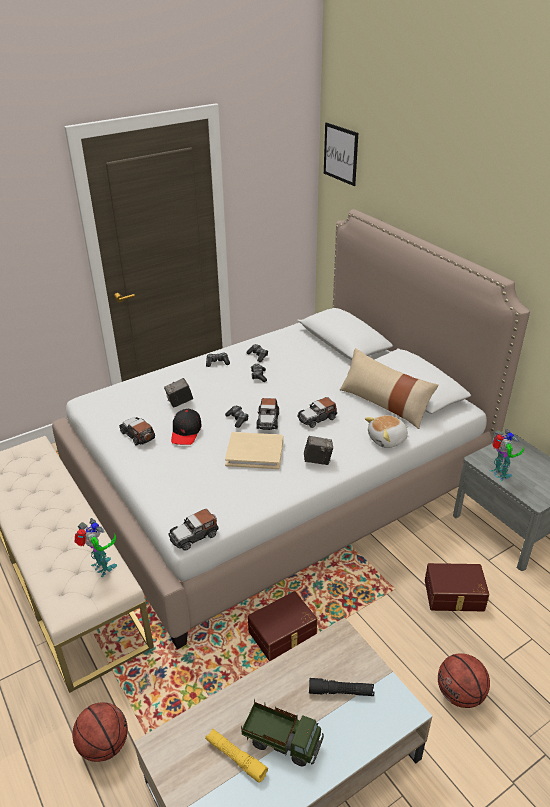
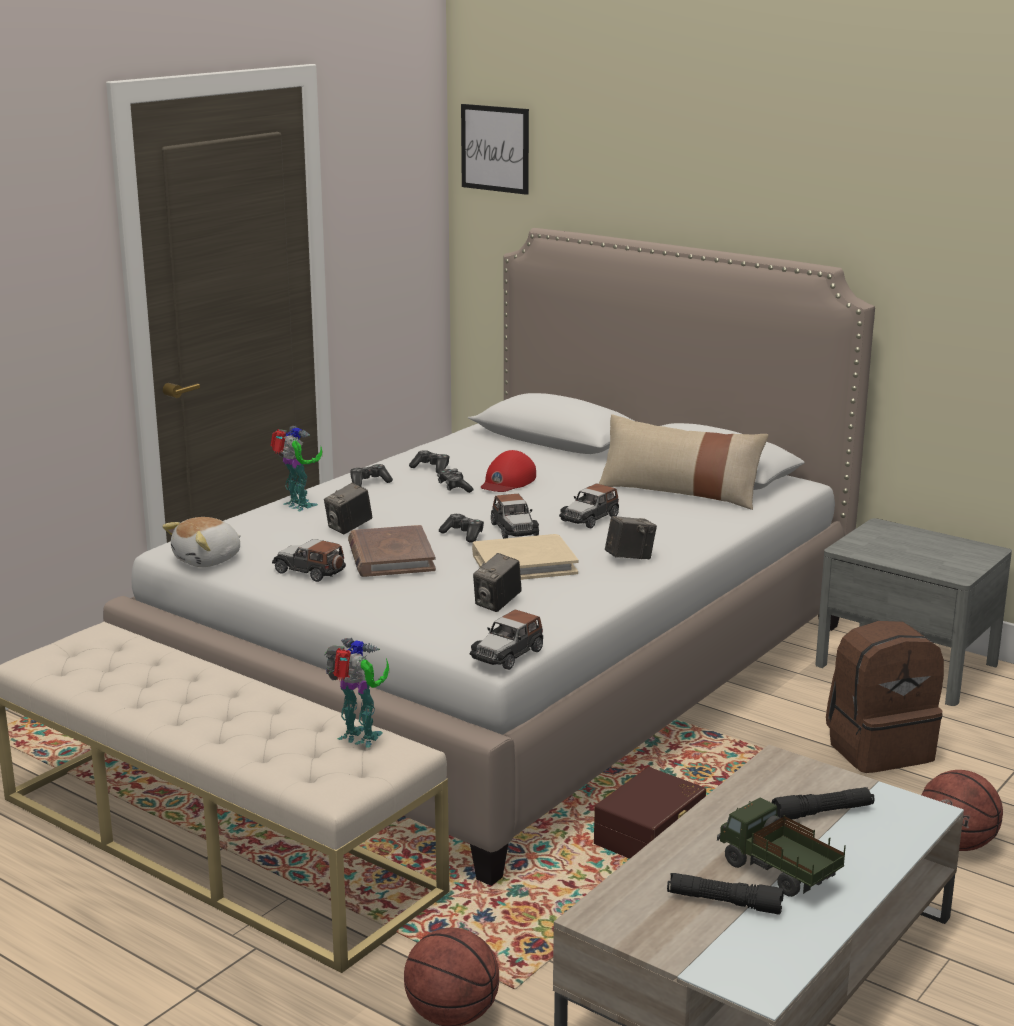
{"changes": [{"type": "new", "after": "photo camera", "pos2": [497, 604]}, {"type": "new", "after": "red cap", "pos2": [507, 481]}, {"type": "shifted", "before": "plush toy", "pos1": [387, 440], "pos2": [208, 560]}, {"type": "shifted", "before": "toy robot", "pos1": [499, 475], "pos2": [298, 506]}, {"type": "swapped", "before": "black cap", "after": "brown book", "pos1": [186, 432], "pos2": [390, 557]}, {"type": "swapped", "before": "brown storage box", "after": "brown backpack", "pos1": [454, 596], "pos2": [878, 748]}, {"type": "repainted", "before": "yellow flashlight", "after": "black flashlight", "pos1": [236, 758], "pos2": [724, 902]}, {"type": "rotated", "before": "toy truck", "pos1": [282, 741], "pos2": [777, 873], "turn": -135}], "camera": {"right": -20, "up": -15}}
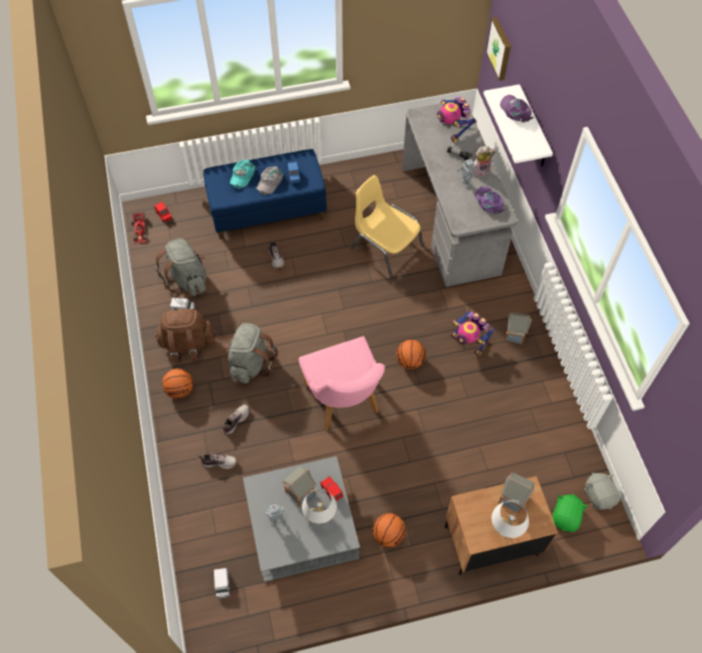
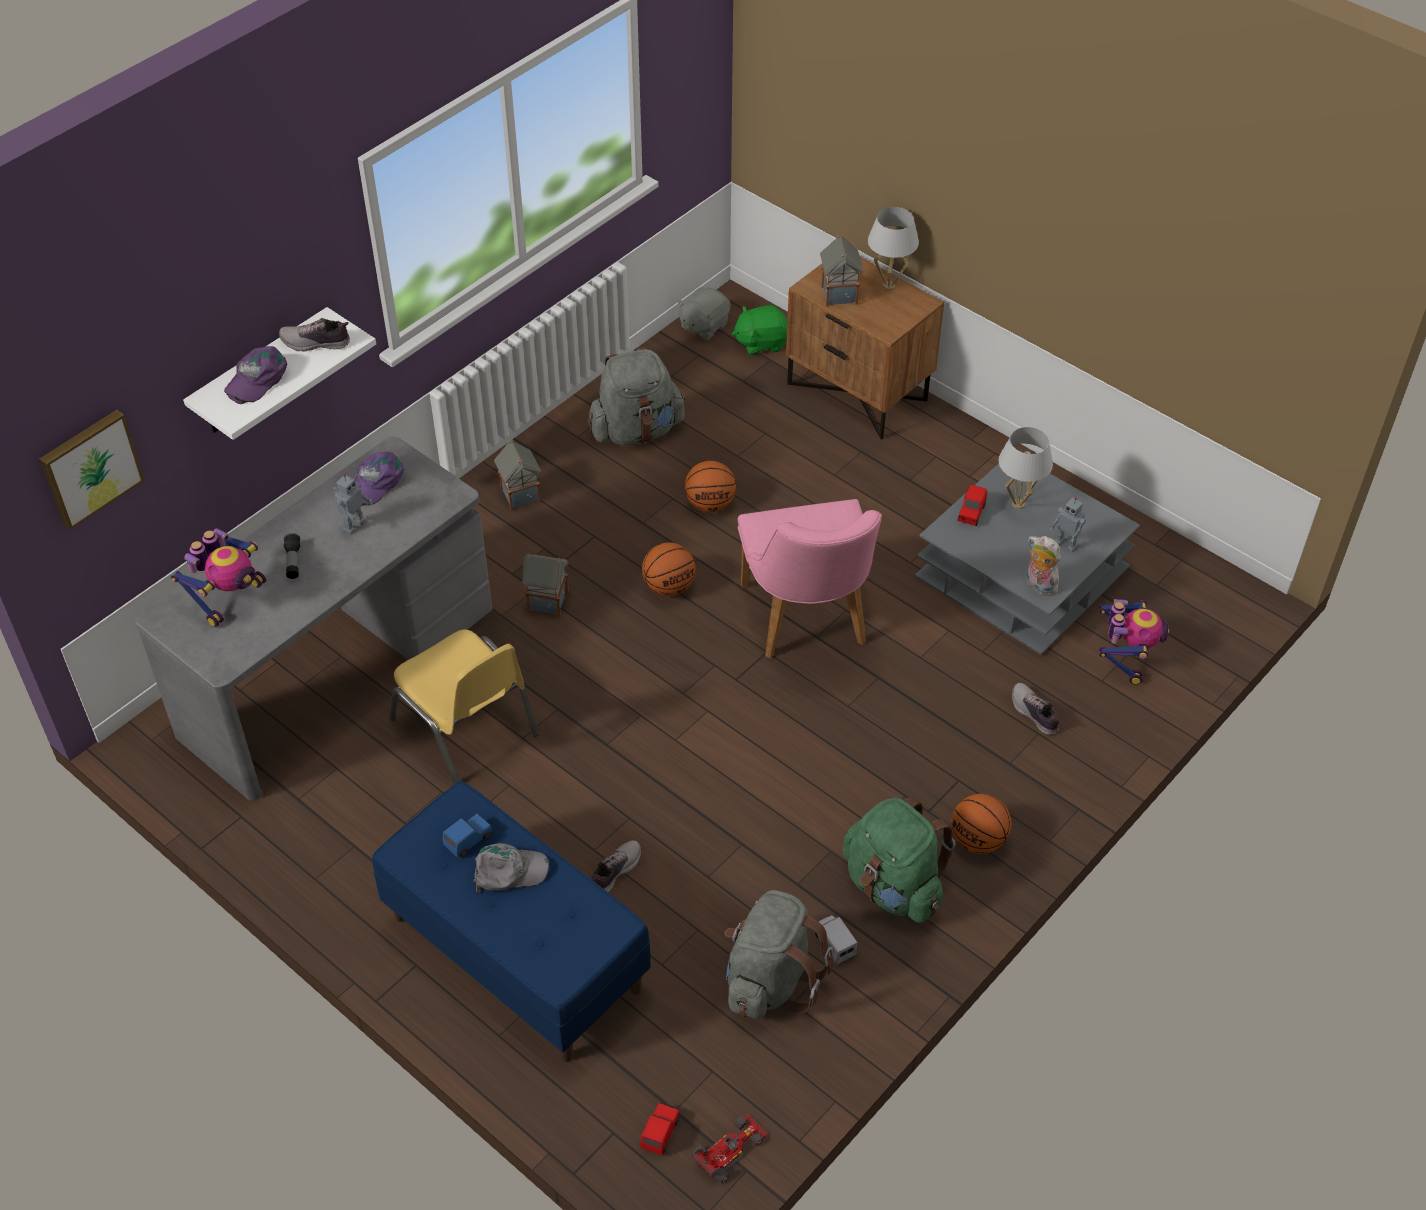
{"changes": [{"type": "gone", "before": "toy truck", "pos1": [222, 585]}, {"type": "gone", "before": "turquoise cap", "pos1": [242, 175]}, {"type": "shifted", "before": "shoe", "pos1": [235, 420], "pos2": [316, 343]}, {"type": "shifted", "before": "grey backpack", "pos1": [250, 364], "pos2": [637, 431]}, {"type": "shifted", "before": "toy house", "pos1": [300, 492], "pos2": [547, 601]}, {"type": "shifted", "before": "basketball", "pos1": [388, 535], "pos2": [710, 504]}, {"type": "shifted", "before": "toy robot", "pos1": [469, 341], "pos2": [1124, 658]}, {"type": "shifted", "before": "plush toy", "pos1": [480, 171], "pos2": [1038, 585]}, {"type": "repainted", "before": "brown backpack", "after": "green backpack", "pos1": [187, 344], "pos2": [893, 887]}, {"type": "rotated", "before": "pink chair", "pos1": [344, 404], "pos2": [807, 623], "turn": 135}, {"type": "rotated", "before": "yellow chair", "pos1": [385, 247], "pos2": [466, 728], "turn": -45}], "camera": {"right": -125, "up": -10}}
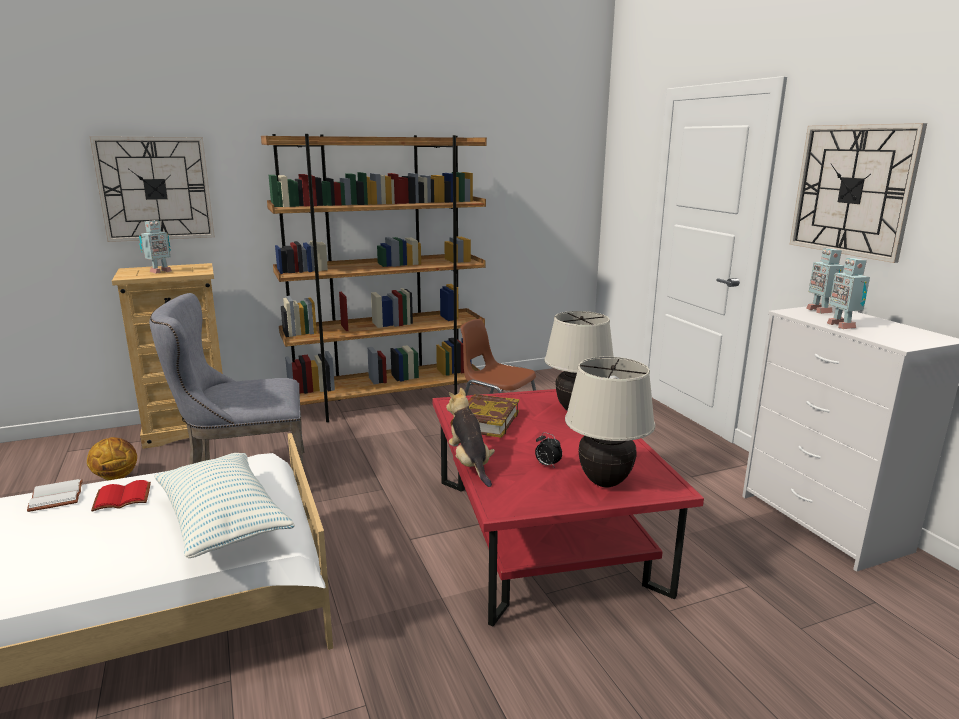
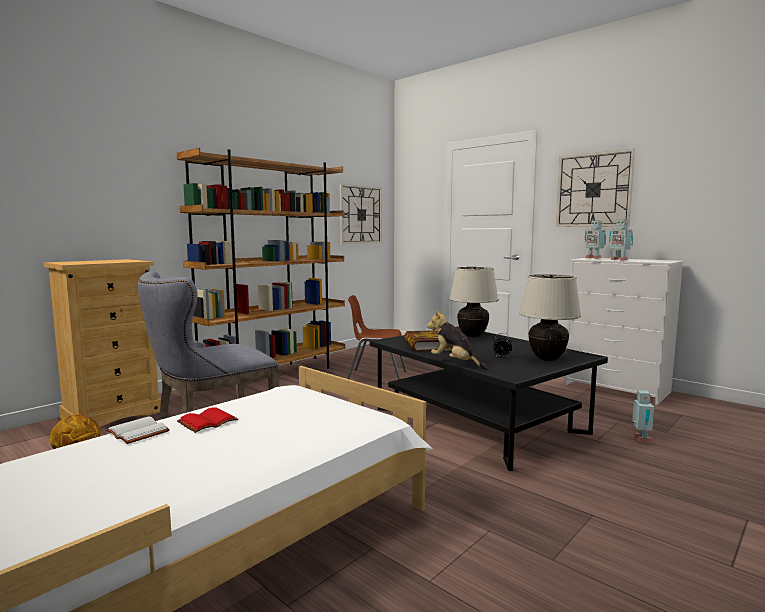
{"changes": [{"type": "gone", "before": "pillow", "pos1": [222, 521]}, {"type": "shifted", "before": "wall clock", "pos1": [155, 189], "pos2": [360, 215]}, {"type": "shifted", "before": "toy robot", "pos1": [159, 272], "pos2": [640, 440]}, {"type": "repainted", "before": "red coffee table", "after": "black coffee table", "pos1": [542, 532], "pos2": [478, 421]}], "camera": {"right": -25, "up": -10}}
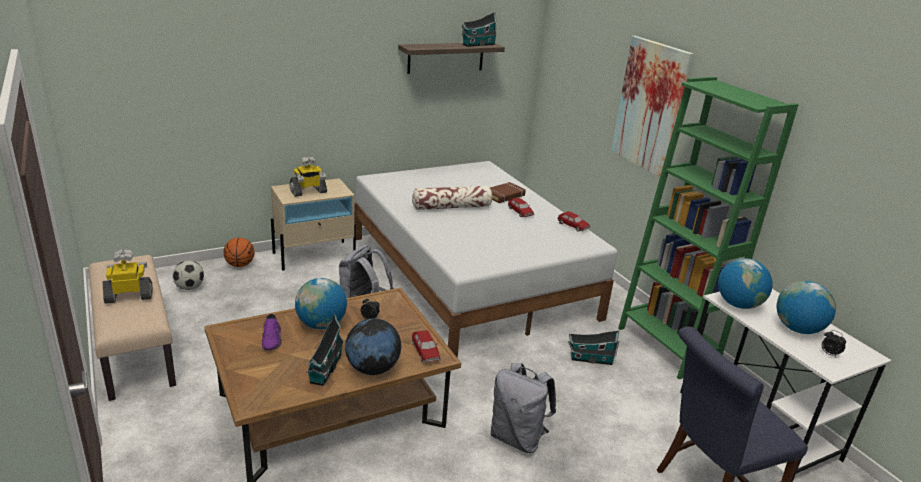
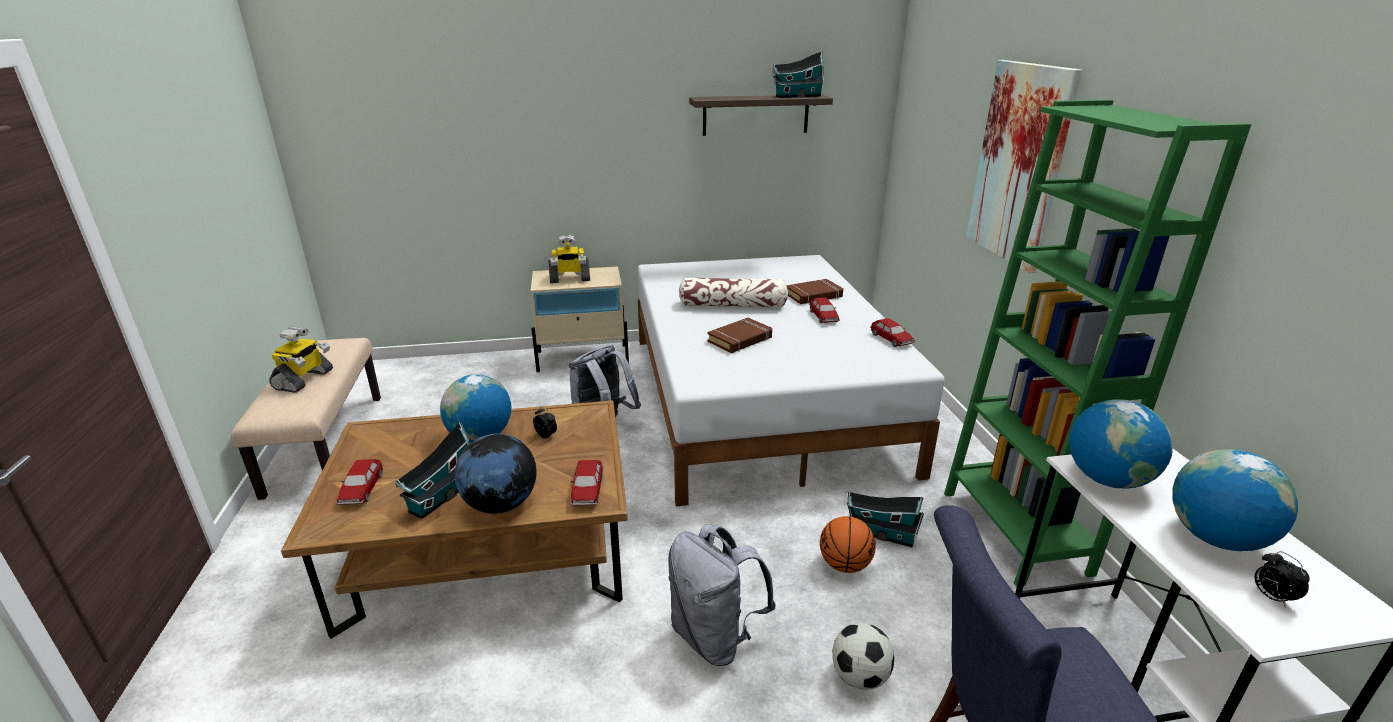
{"changes": [{"type": "gone", "before": "purple shoe", "pos1": [272, 339]}, {"type": "new", "after": "toy car", "pos2": [361, 489]}, {"type": "new", "after": "brown book", "pos2": [740, 340]}, {"type": "shifted", "before": "football", "pos1": [190, 287], "pos2": [859, 676]}, {"type": "shifted", "before": "basketball", "pos1": [240, 265], "pos2": [844, 565]}, {"type": "rotated", "before": "toy robot", "pos1": [129, 296], "pos2": [304, 380], "turn": 105}], "camera": {"right": 20, "up": 0}}
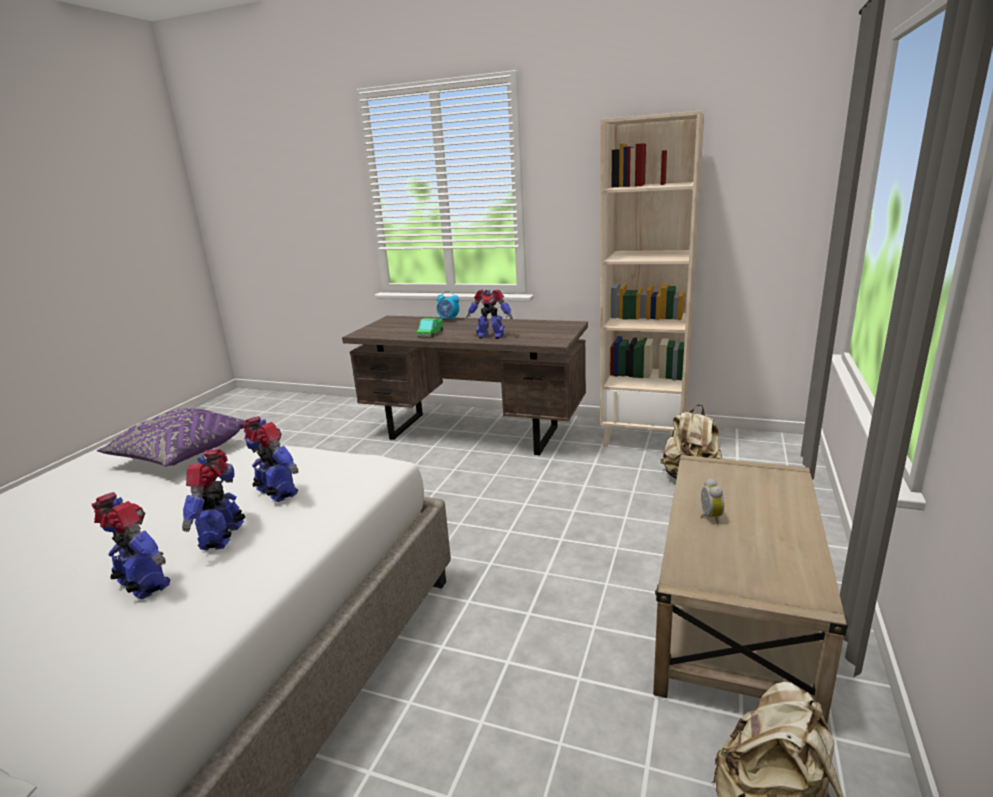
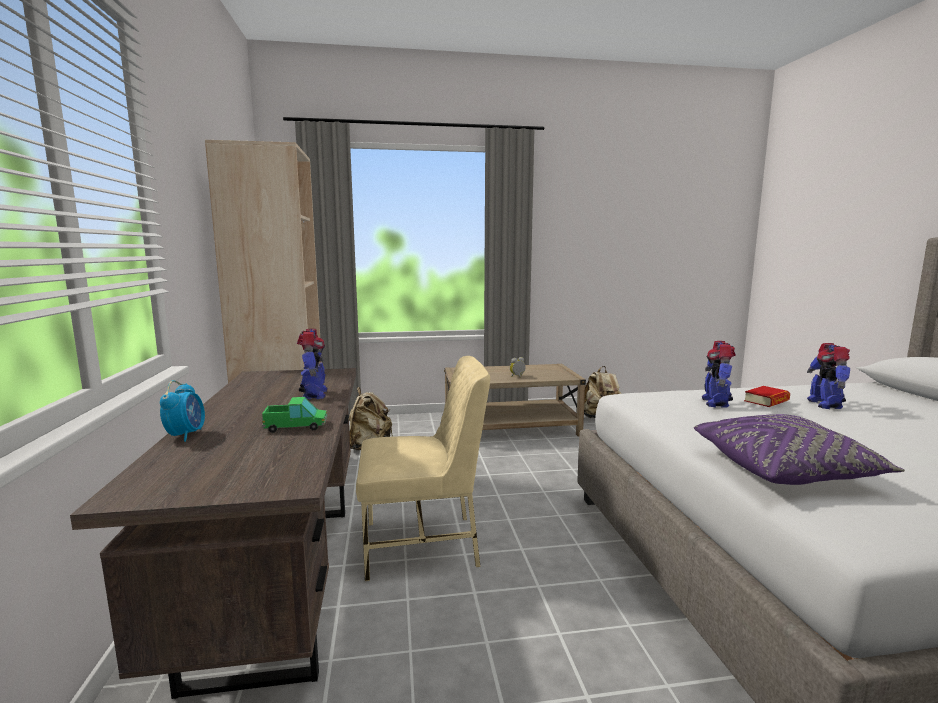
{"changes": [{"type": "new", "after": "beige chair", "pos2": [423, 545]}, {"type": "swapped", "before": "toy robot", "after": "book", "pos1": [224, 536], "pos2": [766, 401]}], "camera": {"right": -120, "up": -10}}
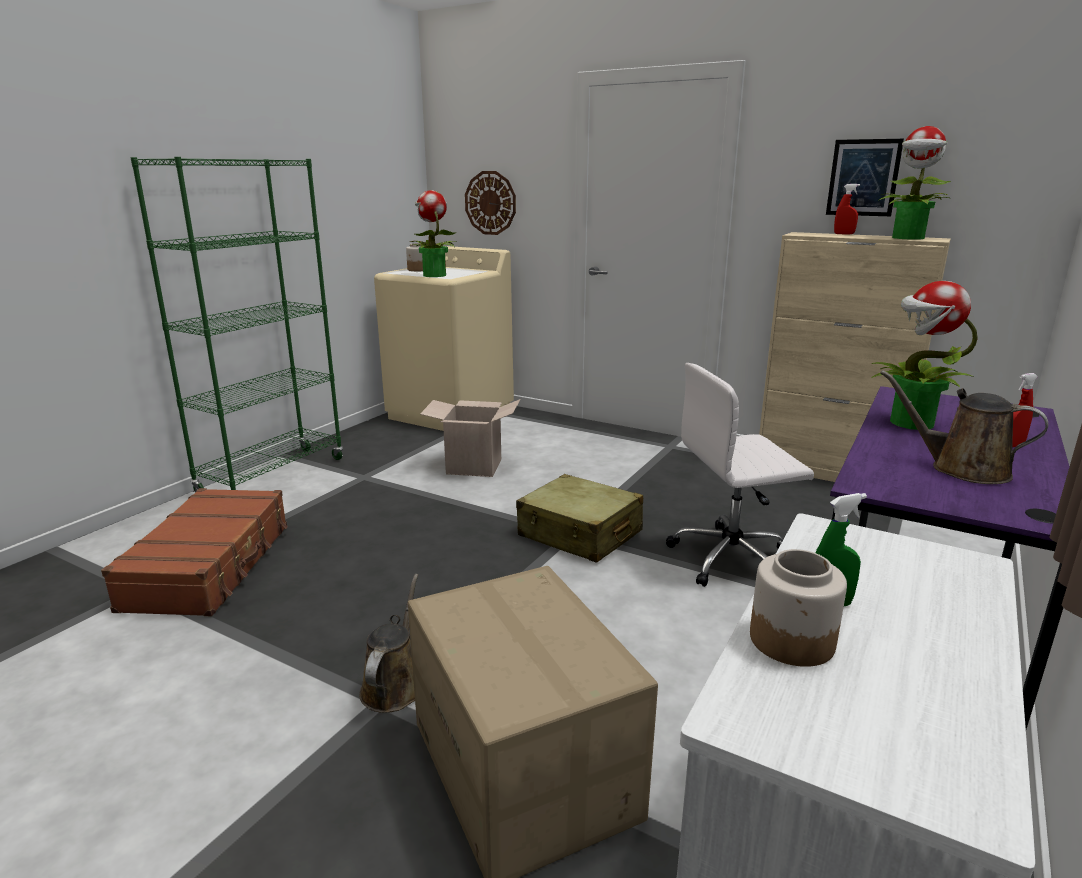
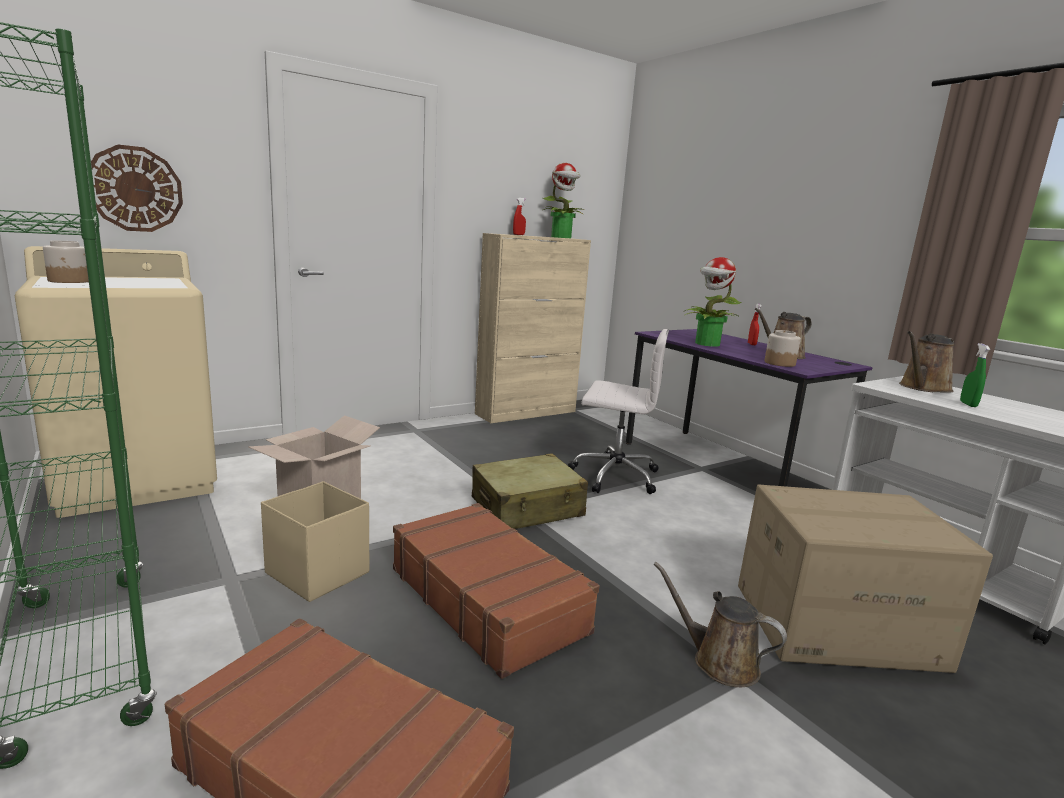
{"changes": [{"type": "gone", "before": "potted plant", "pos1": [434, 275]}, {"type": "gone", "before": "picture", "pos1": [863, 178]}, {"type": "new", "after": "beige storage box", "pos2": [317, 572]}, {"type": "new", "after": "brown suitcase", "pos2": [487, 599]}, {"type": "new", "after": "brown watering can", "pos2": [923, 388]}, {"type": "shifted", "before": "jar", "pos1": [792, 640], "pos2": [779, 363]}, {"type": "rotated", "before": "white office chair", "pos1": [732, 559], "pos2": [613, 475], "turn": -90}], "camera": {"right": -65, "up": -5}}
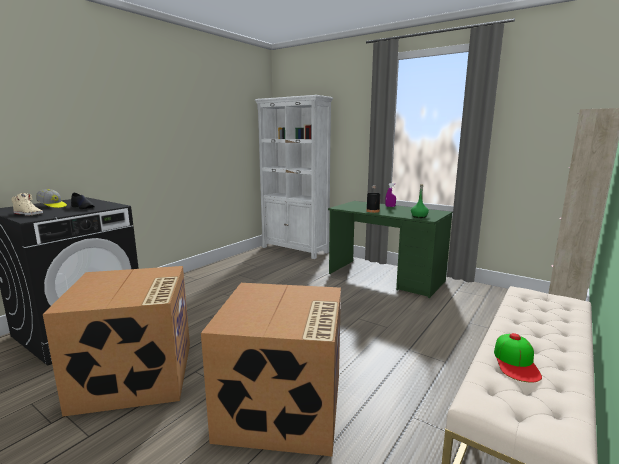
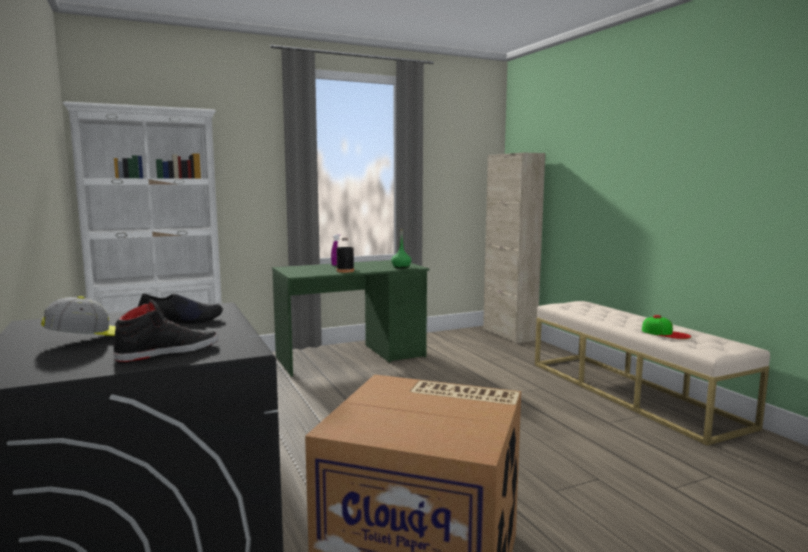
{"changes": [{"type": "gone", "before": "cardboard box", "pos1": [283, 408]}, {"type": "repainted", "before": "beige shoe", "after": "black shoe", "pos1": [29, 214], "pos2": [168, 351]}], "camera": {"right": -60, "up": -5}}
